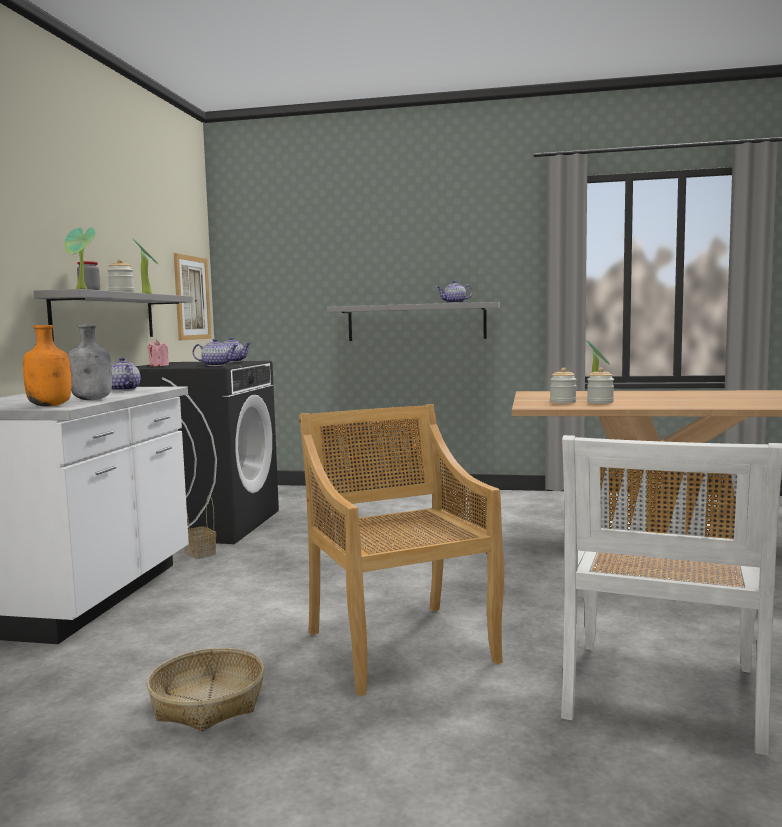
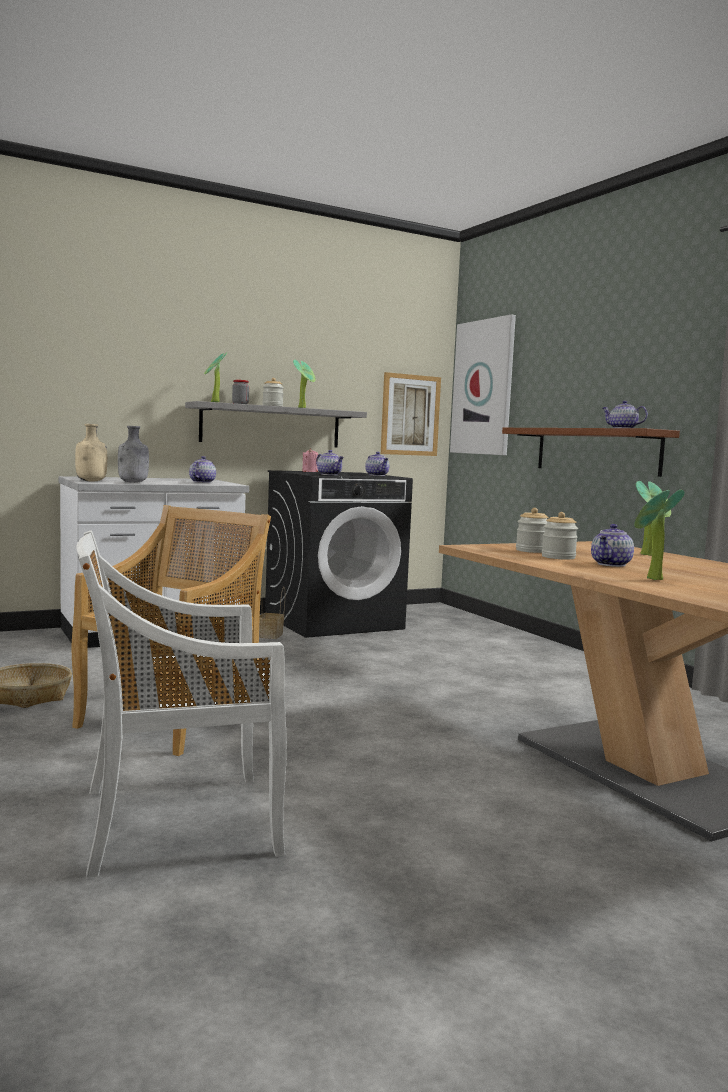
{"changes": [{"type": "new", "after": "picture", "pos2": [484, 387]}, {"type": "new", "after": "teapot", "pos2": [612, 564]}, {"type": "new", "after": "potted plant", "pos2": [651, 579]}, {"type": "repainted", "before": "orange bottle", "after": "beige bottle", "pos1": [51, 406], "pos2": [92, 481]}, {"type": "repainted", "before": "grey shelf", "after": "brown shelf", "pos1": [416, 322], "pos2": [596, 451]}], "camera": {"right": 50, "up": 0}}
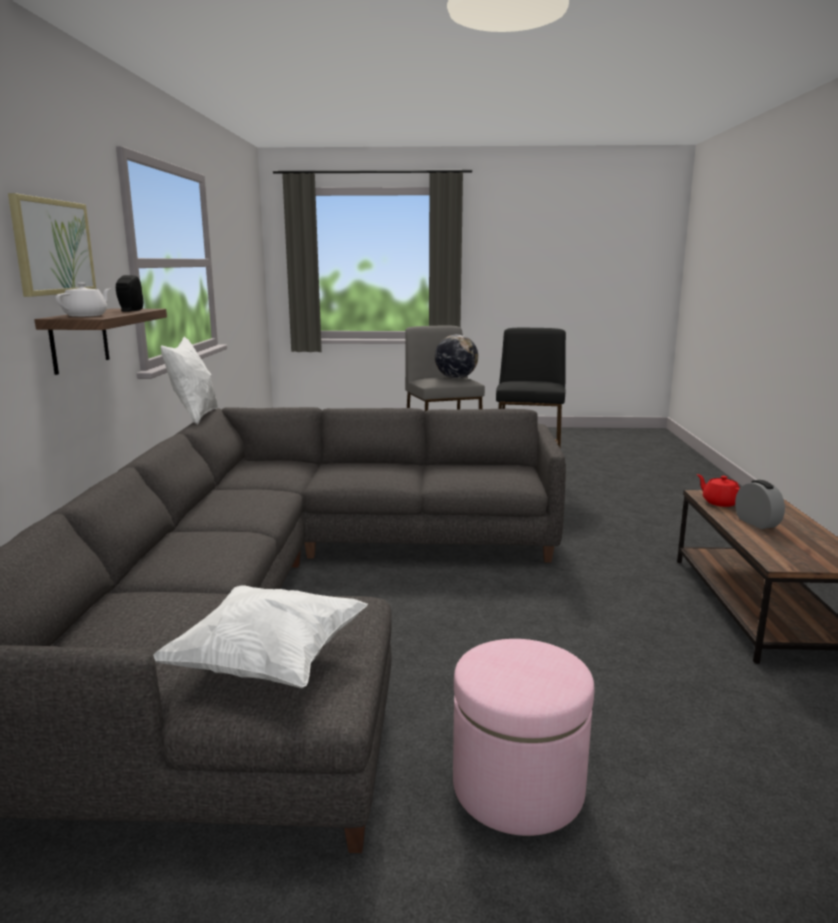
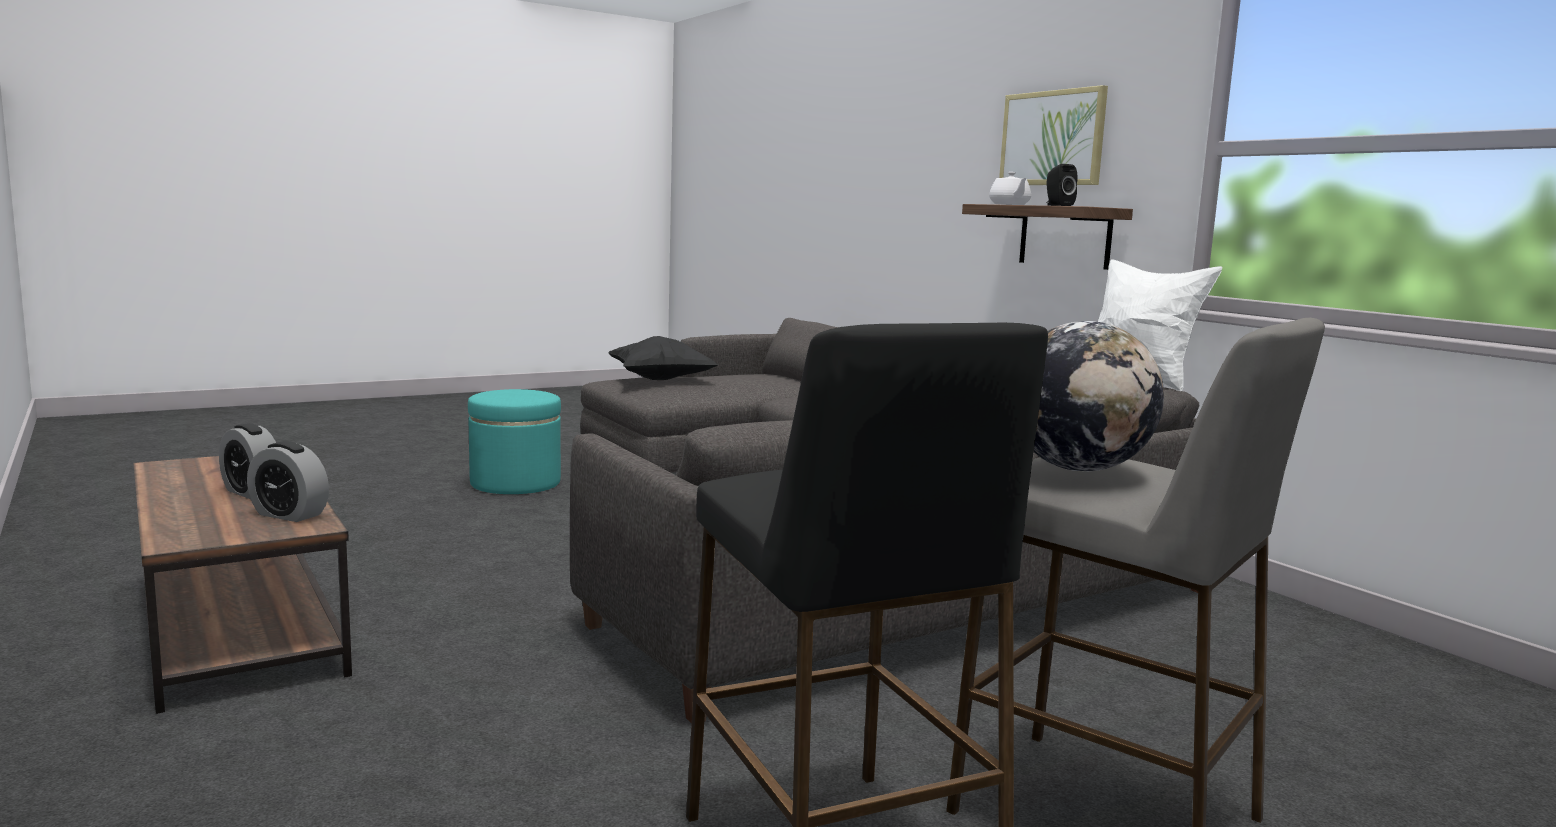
{"changes": [{"type": "swapped", "before": "red teapot", "after": "alarm clock", "pos1": [720, 502], "pos2": [289, 515]}, {"type": "repainted", "before": "white pillow", "after": "black pillow", "pos1": [268, 663], "pos2": [661, 380]}, {"type": "repainted", "before": "pink ottoman", "after": "turquoise ottoman", "pos1": [518, 786], "pos2": [515, 483]}], "camera": {"right": 145, "up": -5}}
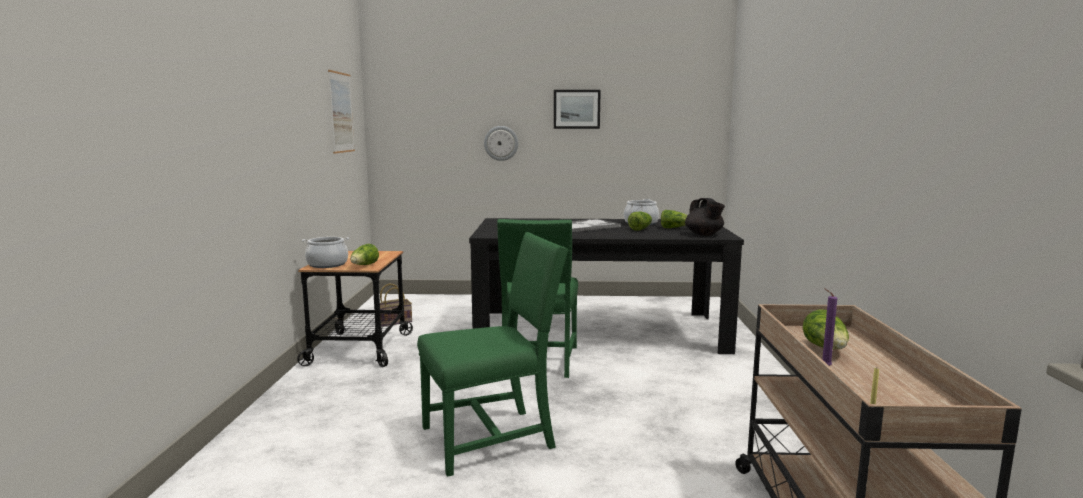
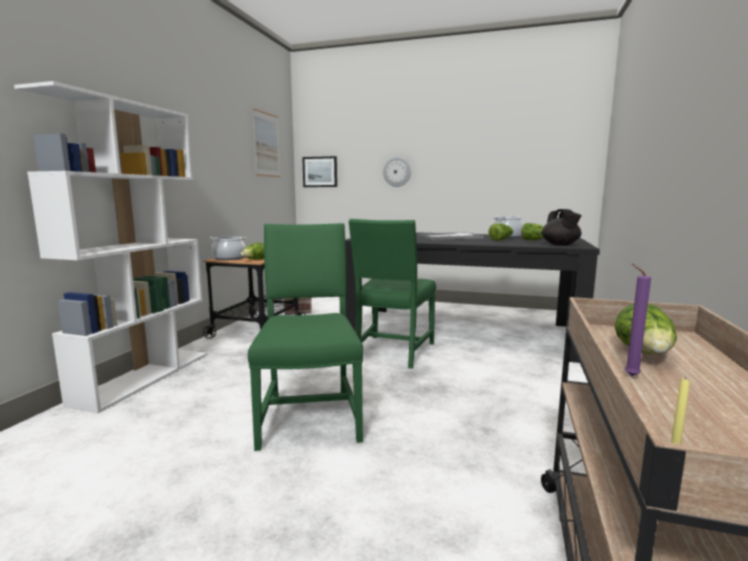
{"changes": [{"type": "new", "after": "white bookcase", "pos2": [144, 377]}, {"type": "shifted", "before": "picture", "pos1": [576, 109], "pos2": [320, 172]}, {"type": "rotated", "before": "green chair", "pos1": [492, 438], "pos2": [309, 415], "turn": -90}], "camera": {"right": 15, "up": 0}}
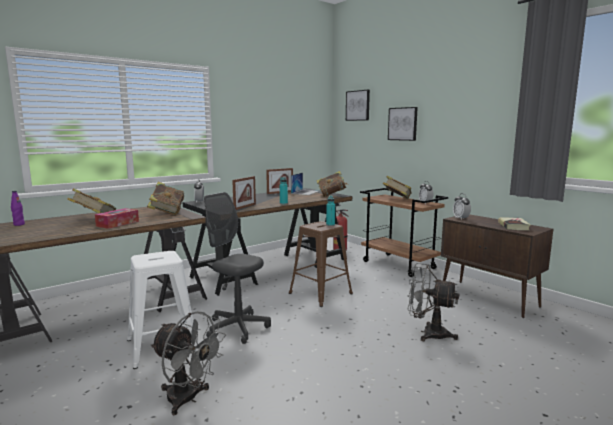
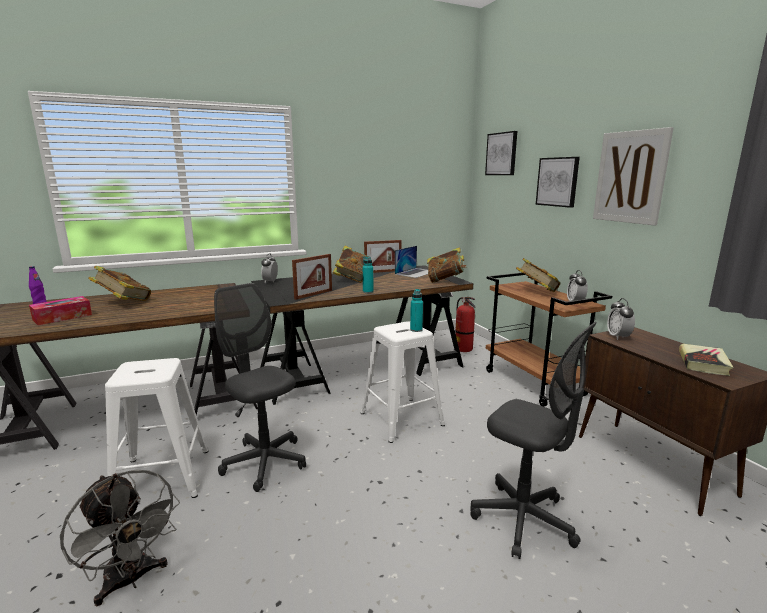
{"changes": [{"type": "new", "after": "picture", "pos2": [630, 177]}, {"type": "shifted", "before": "tissue box", "pos1": [118, 223], "pos2": [62, 317]}, {"type": "shifted", "before": "book", "pos1": [167, 212], "pos2": [352, 279]}, {"type": "swapped", "before": "grey fan", "after": "grey office chair", "pos1": [428, 333], "pos2": [523, 520]}, {"type": "repainted", "before": "brown stool", "after": "white stool", "pos1": [320, 293], "pos2": [401, 419]}], "camera": {"right": 15, "up": 5}}
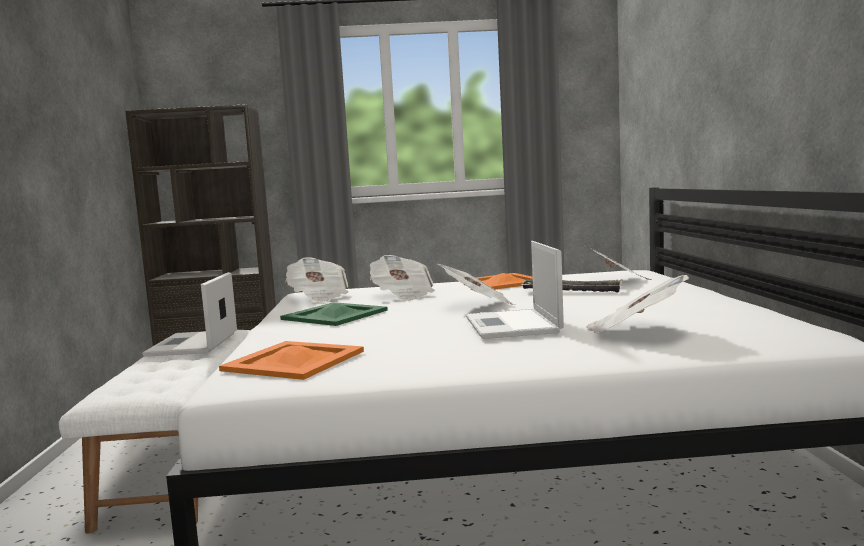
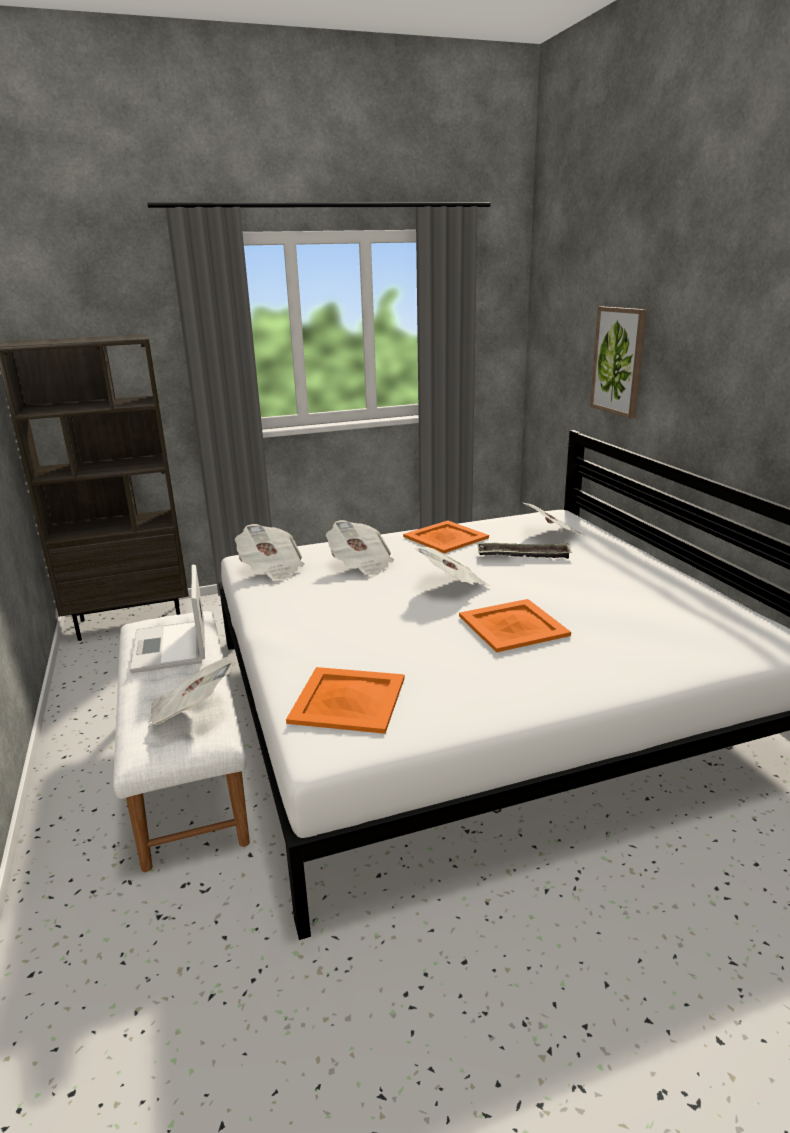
{"changes": [{"type": "gone", "before": "green tray", "pos1": [334, 314]}, {"type": "new", "after": "picture", "pos2": [619, 361]}, {"type": "shifted", "before": "newspaper", "pos1": [634, 331], "pos2": [191, 712]}, {"type": "swapped", "before": "laptop", "after": "orange tray", "pos1": [513, 325], "pos2": [514, 626]}], "camera": {"right": -15, "up": 15}}
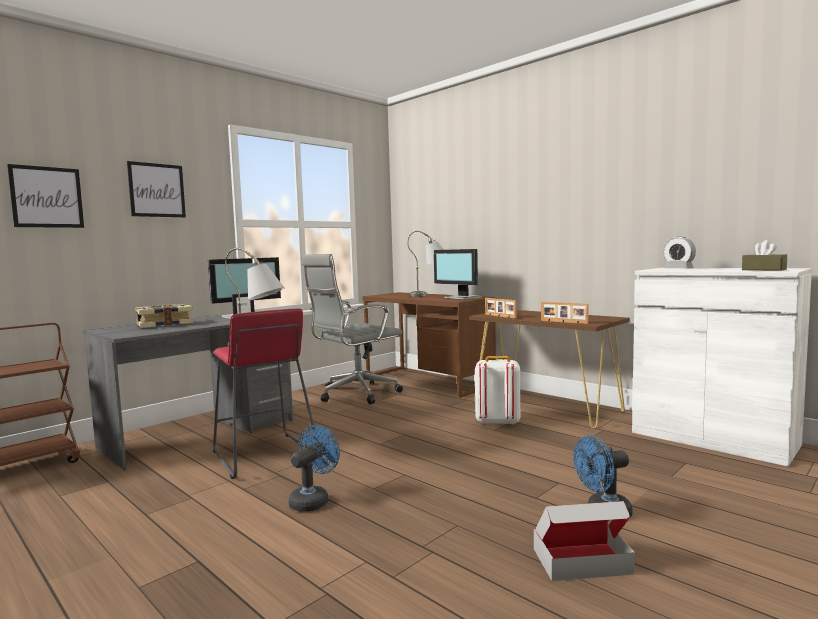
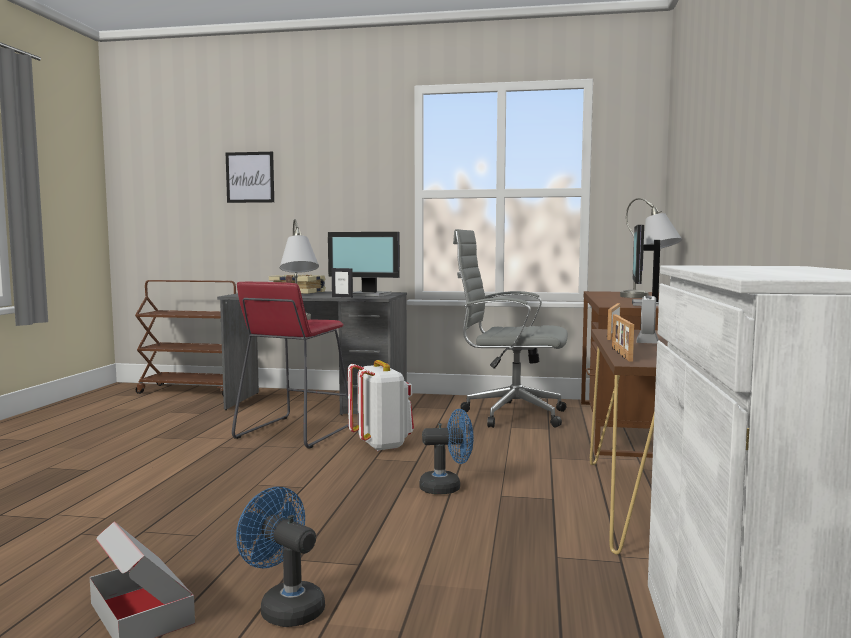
{"changes": [{"type": "gone", "before": "picture", "pos1": [157, 190]}, {"type": "gone", "before": "brown tissue box", "pos1": [763, 269]}, {"type": "shifted", "before": "blue fan", "pos1": [313, 500], "pos2": [447, 487]}, {"type": "shifted", "before": "white backpack", "pos1": [497, 422], "pos2": [381, 445]}, {"type": "shifted", "before": "alarm clock", "pos1": [678, 269], "pos2": [647, 342]}], "camera": {"right": 55, "up": 0}}
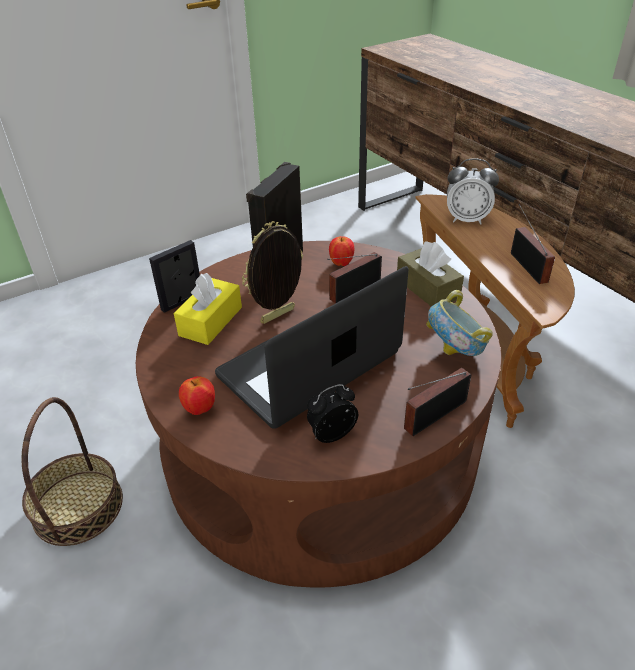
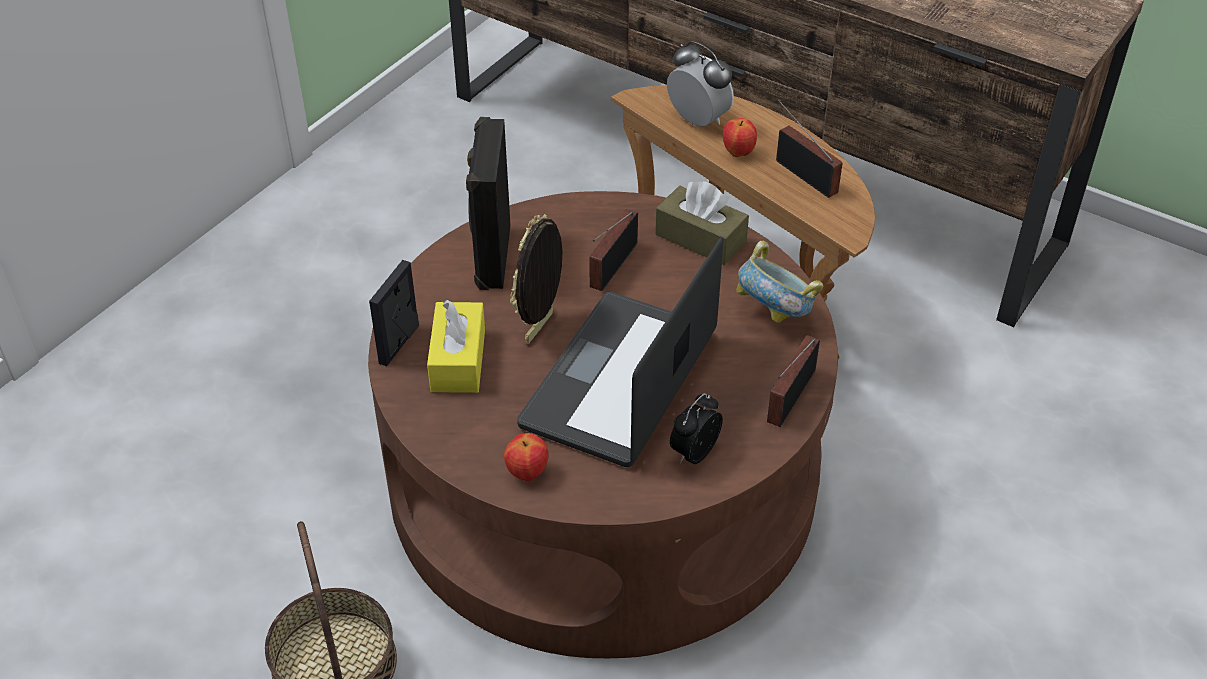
{"changes": [{"type": "shifted", "before": "apple", "pos1": [341, 263], "pos2": [738, 153]}, {"type": "rotated", "before": "alarm clock", "pos1": [466, 219], "pos2": [698, 120], "turn": -120}], "camera": {"right": -25, "up": 5}}
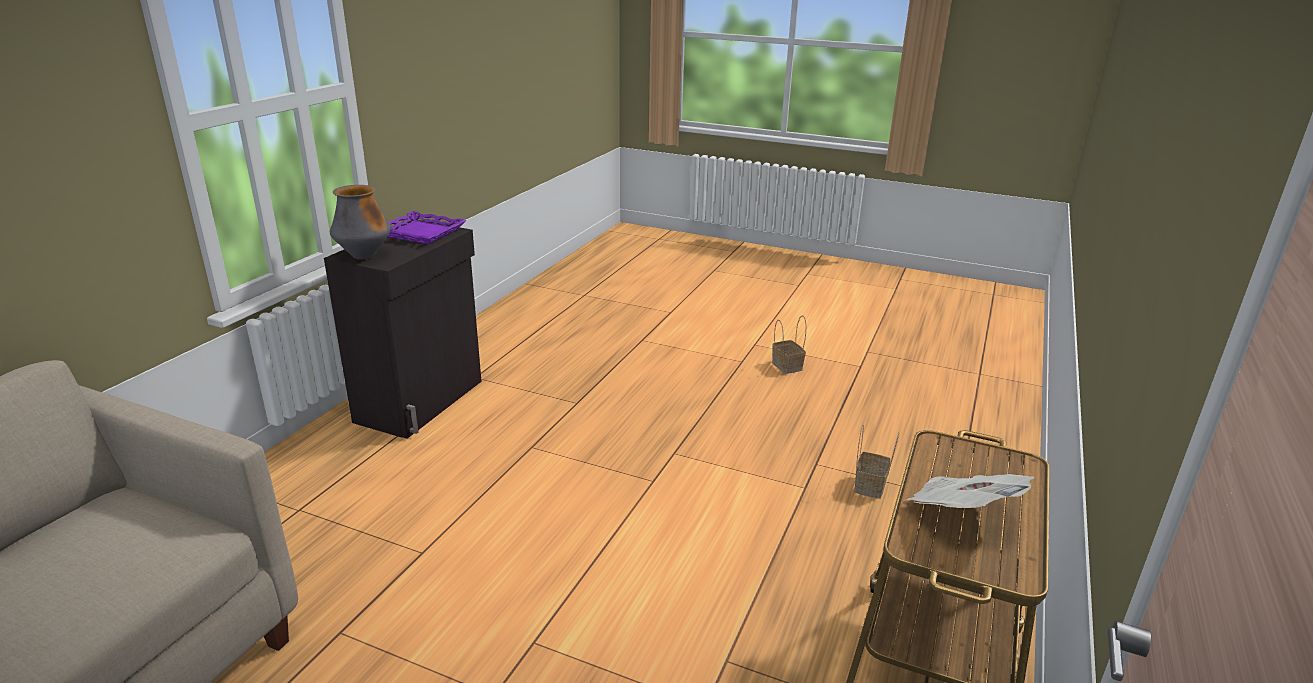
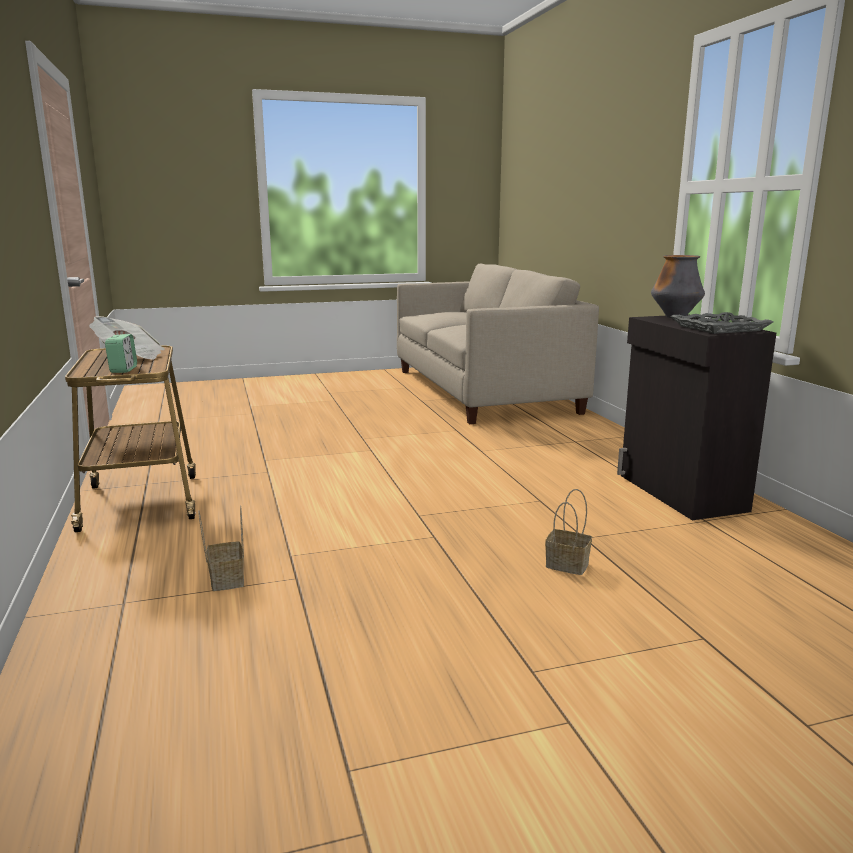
{"changes": [{"type": "new", "after": "alarm clock", "pos2": [123, 370]}, {"type": "shifted", "before": "basket", "pos1": [786, 366], "pos2": [568, 565]}, {"type": "repainted", "before": "purple tray", "after": "grey tray", "pos1": [421, 233], "pos2": [720, 328]}], "camera": {"right": 140, "up": -10}}
